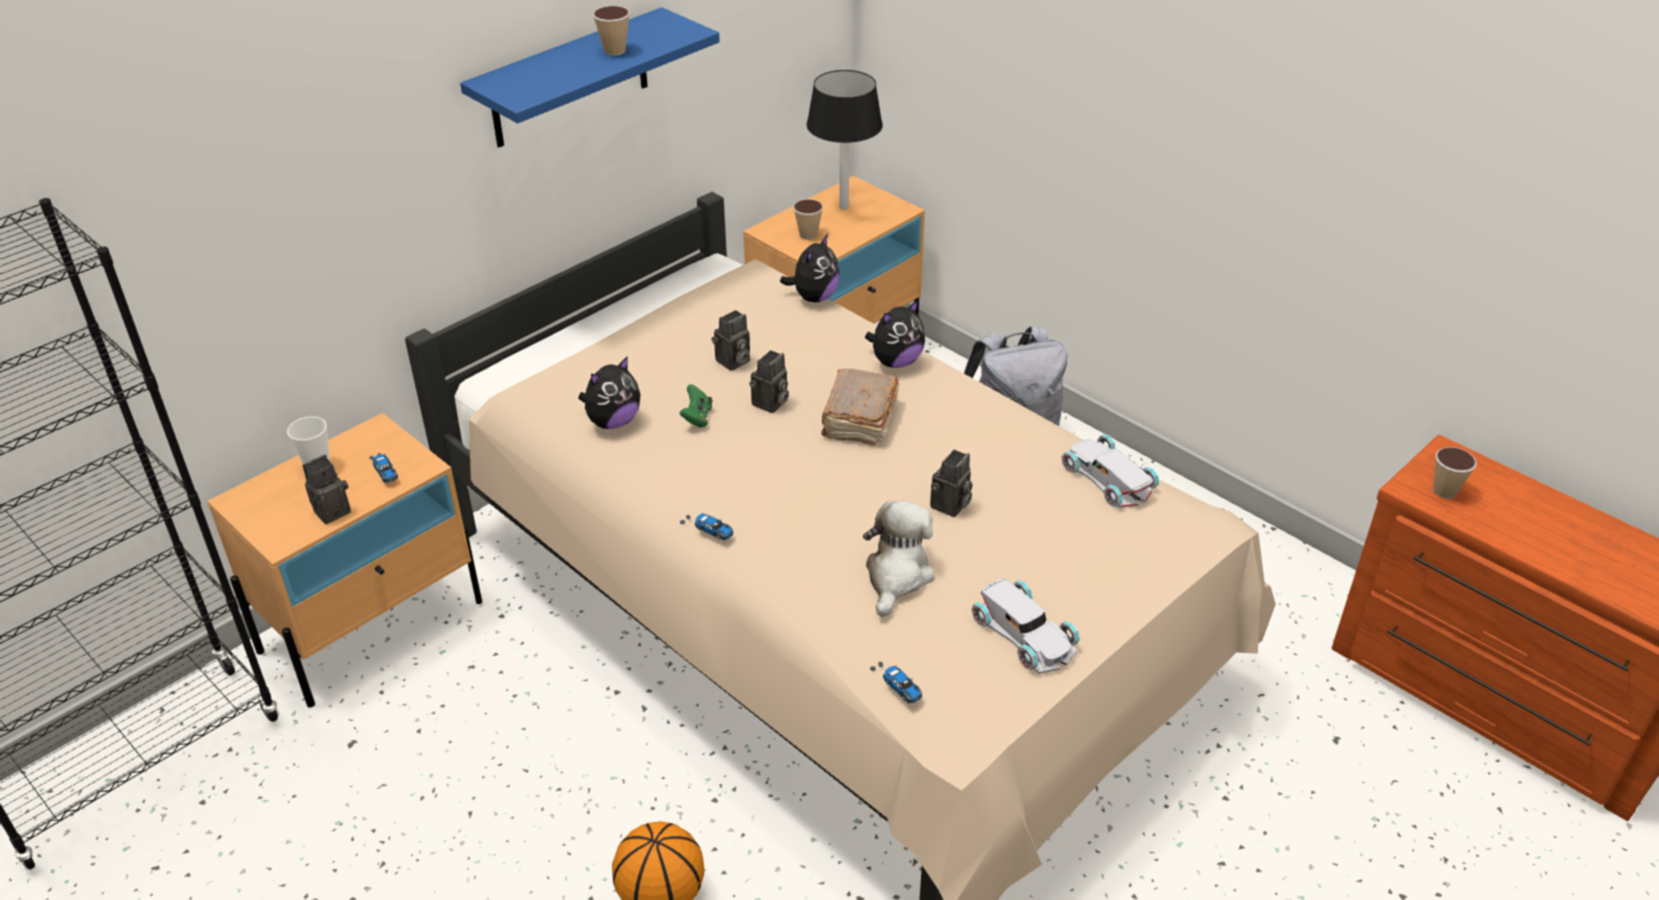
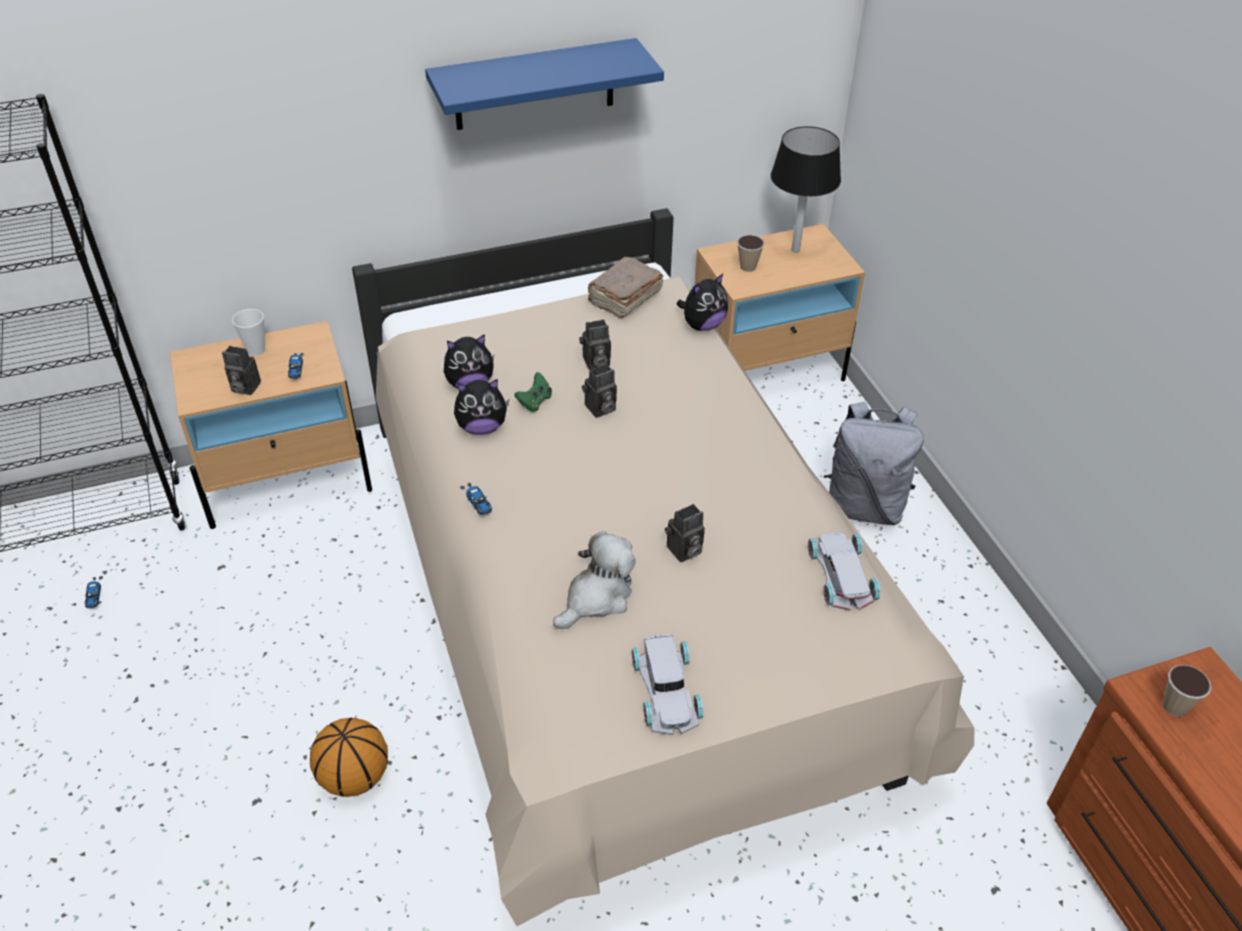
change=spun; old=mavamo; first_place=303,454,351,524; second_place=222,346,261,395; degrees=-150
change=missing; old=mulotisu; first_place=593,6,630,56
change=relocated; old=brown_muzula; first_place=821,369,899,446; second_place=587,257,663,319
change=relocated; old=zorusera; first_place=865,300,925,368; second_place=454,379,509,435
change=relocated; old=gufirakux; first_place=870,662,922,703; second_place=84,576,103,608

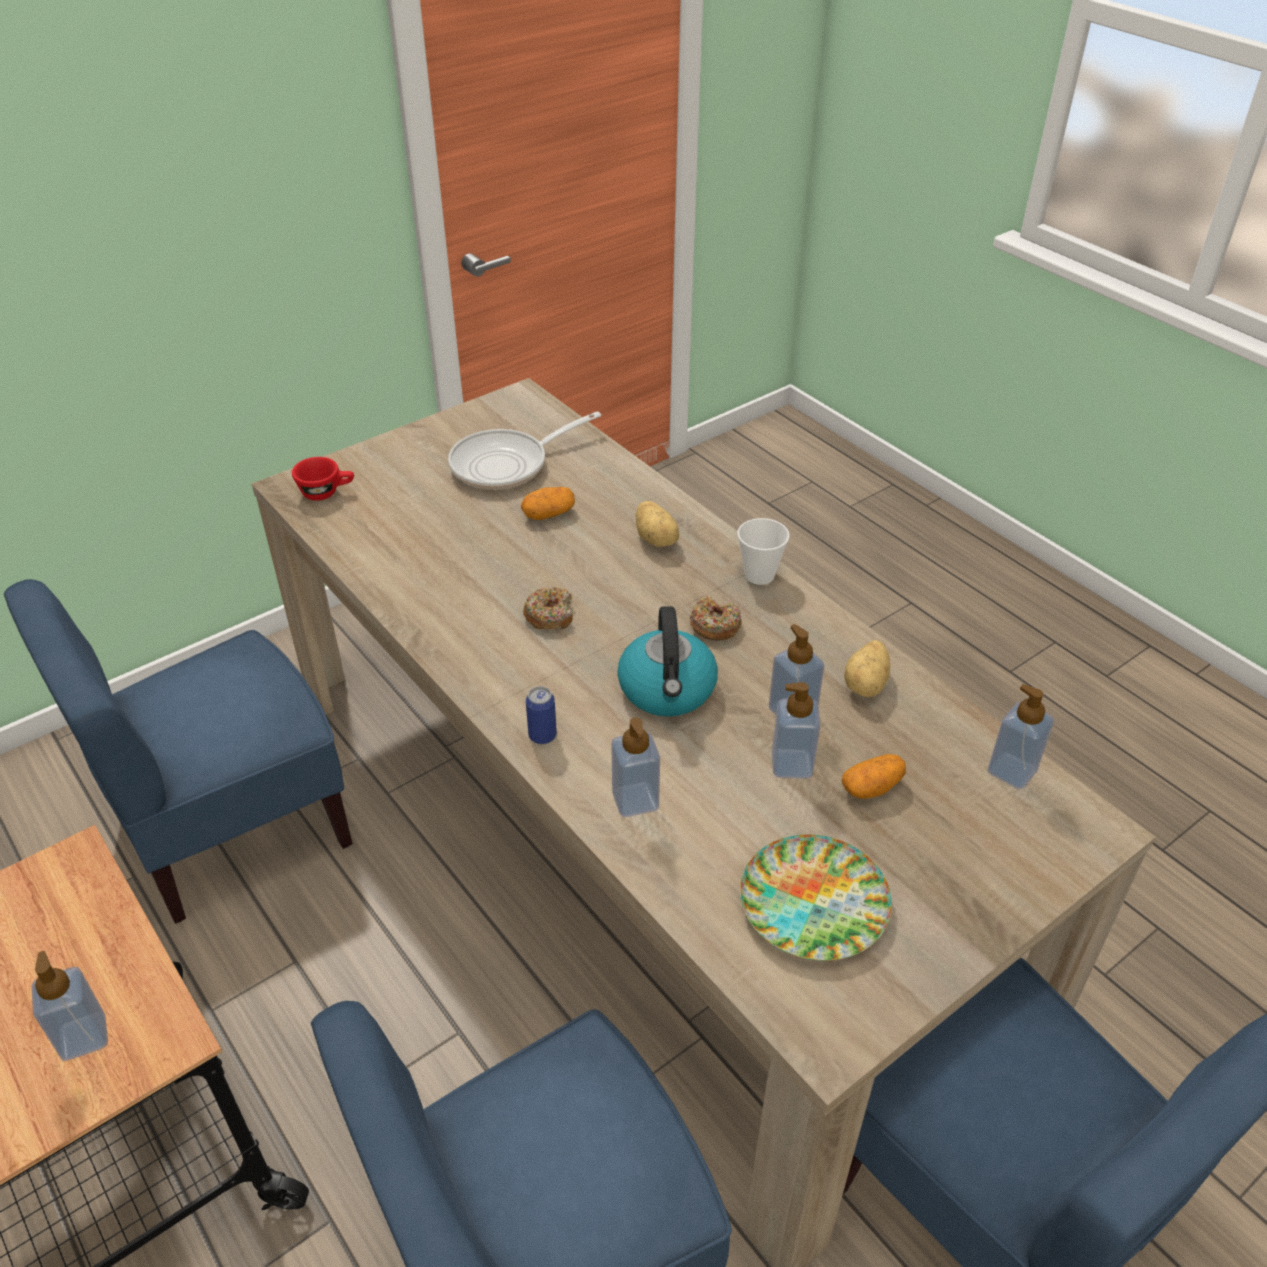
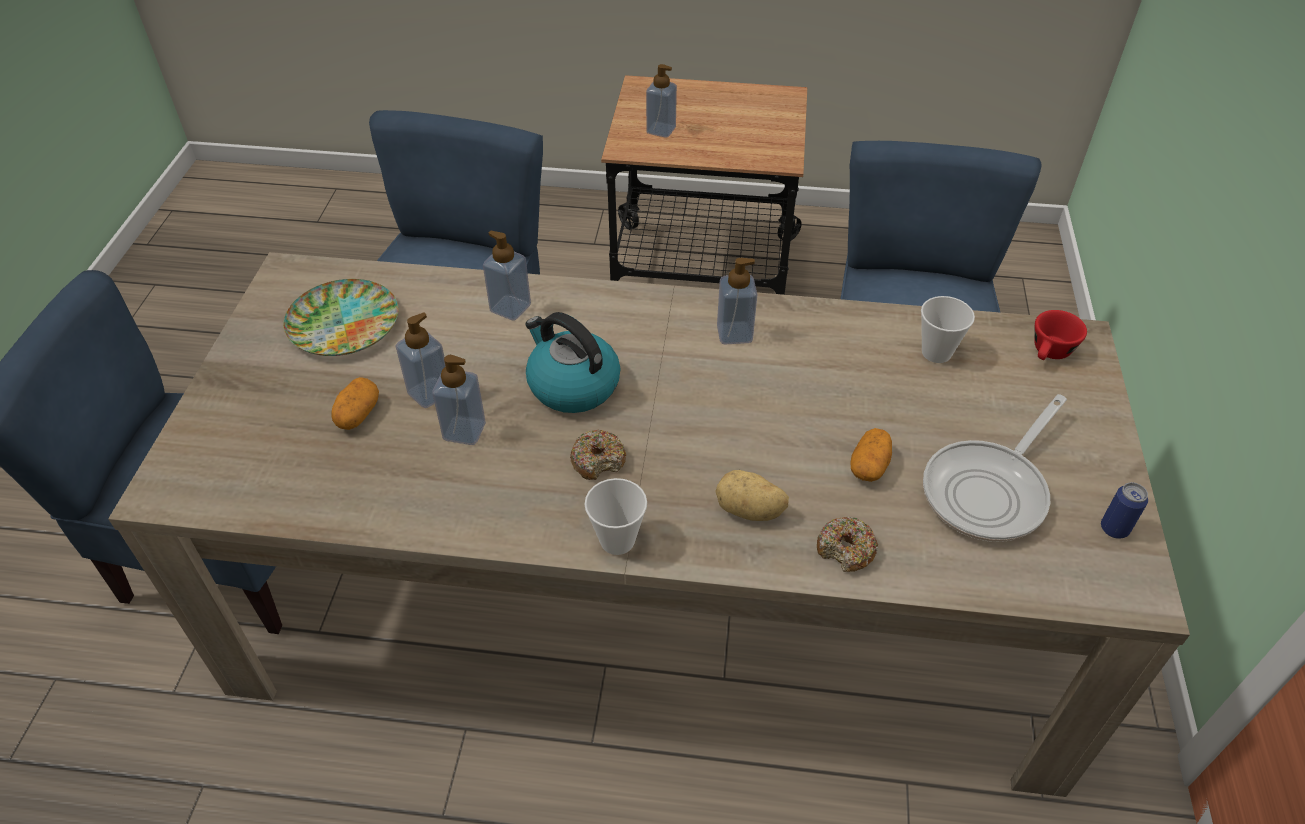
change=spun; old=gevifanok; first_place=448,412,601,490; second_place=923,394,1067,542; degrees=-150
change=relocated; old=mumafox; first_place=523,587,573,630; second_place=817,516,878,572
change=relocated; old=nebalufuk; first_place=526,686,557,744; second_place=1101,482,1148,539
change=missing; old=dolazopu; first_place=844,640,890,697
change=relocated; old=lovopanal; first_place=988,684,1054,789; second_place=717,258,757,344
change=appeared; new=mulotisu; second_place=921,296,975,363

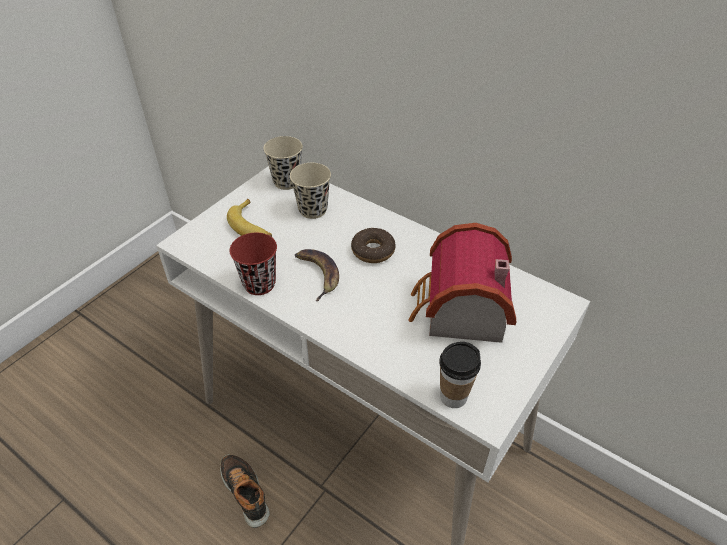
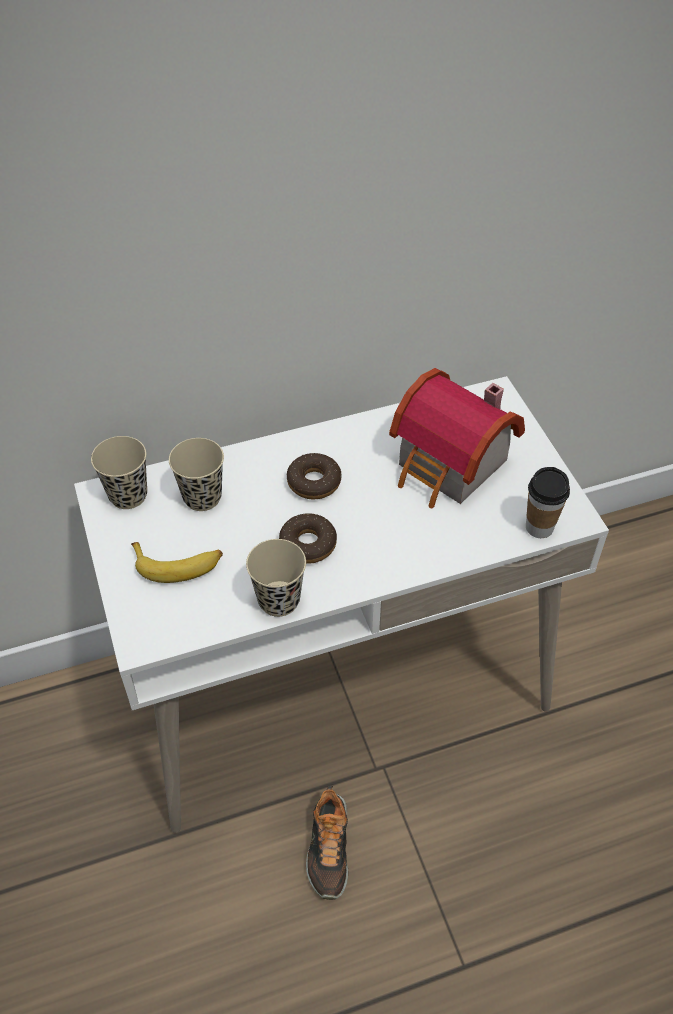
change=spun; old=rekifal; first_place=220,454,270,528; second_place=306,786,348,900; degrees=-90
change=colour; old=red_mulotisu; new=beige_mulotisu; first_place=230,233,277,295; second_place=246,539,306,617
change=exchanged; old=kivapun; new=mumafox; first_place=295,249,339,301; second_place=279,513,337,564

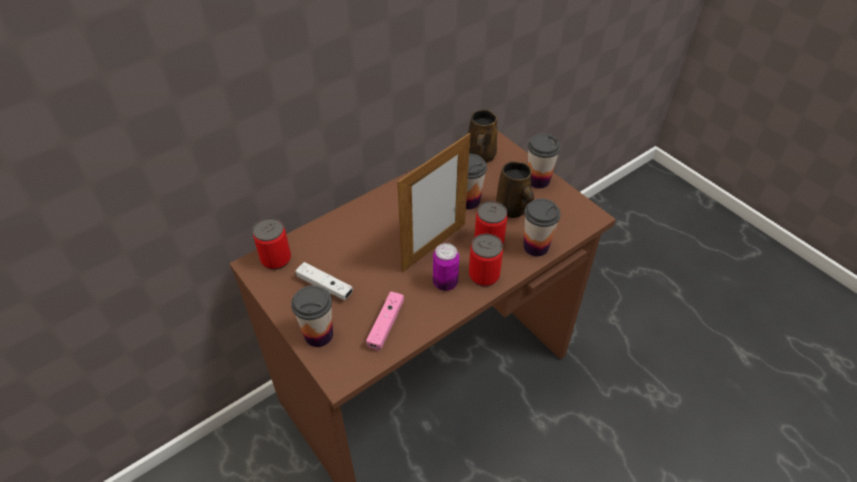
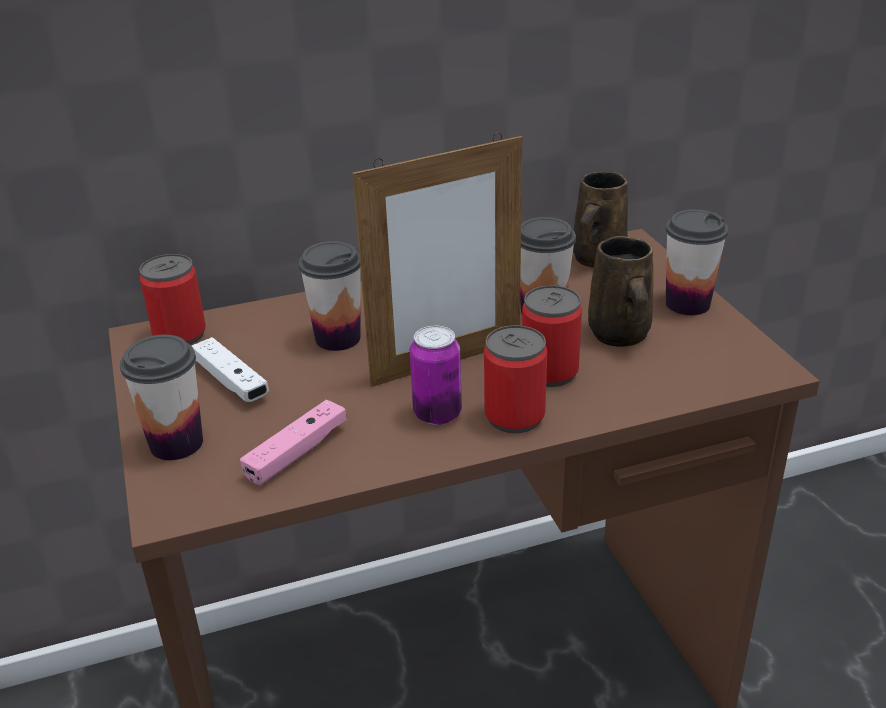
change=relocated; old=mulotisu; first_place=523,198,561,257; second_place=298,241,361,351

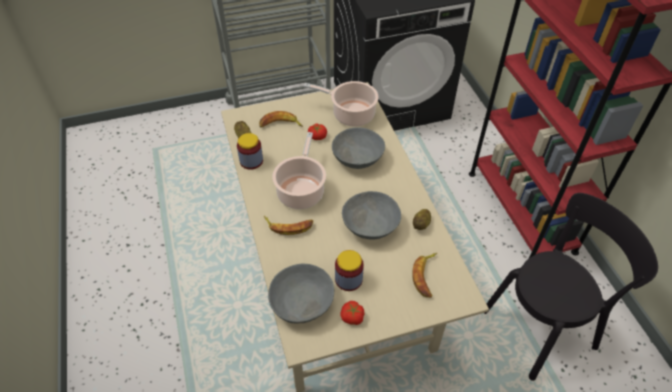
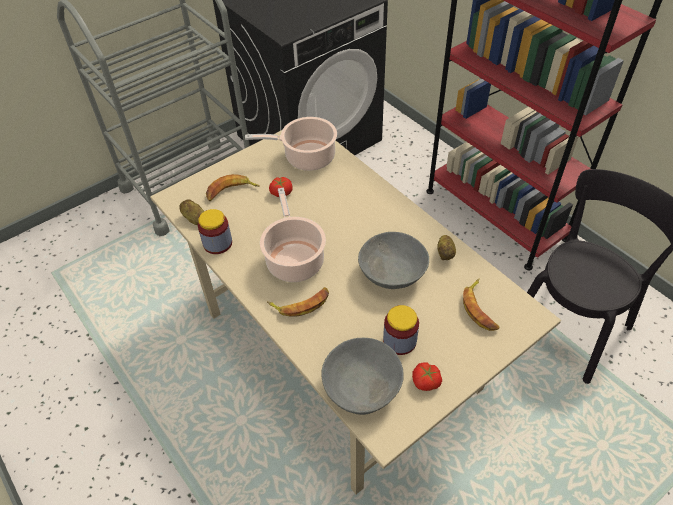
change=missing; old=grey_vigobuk; first_place=332,127,385,169

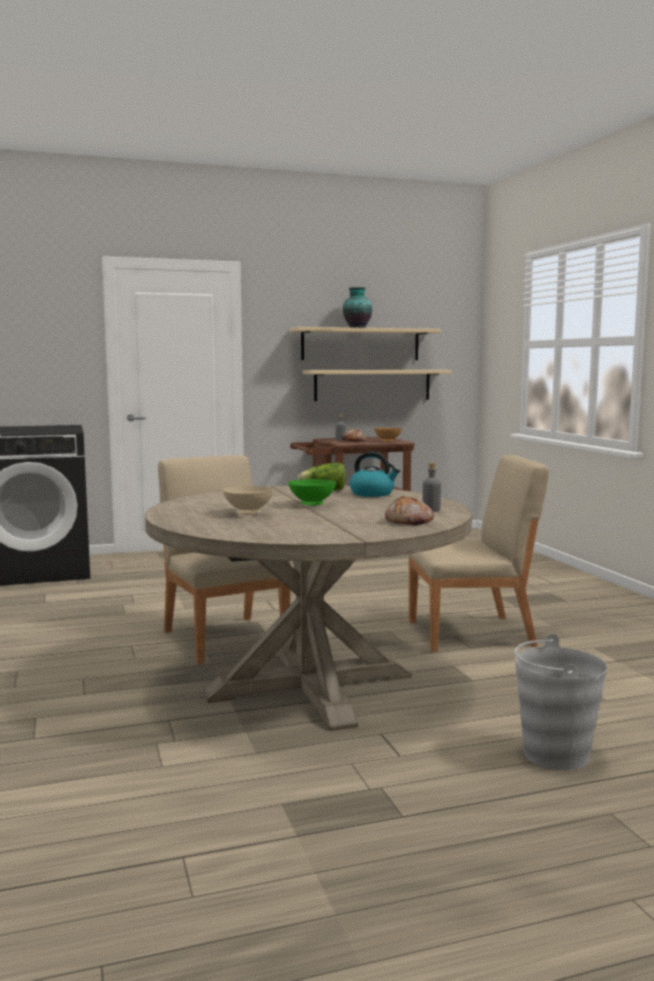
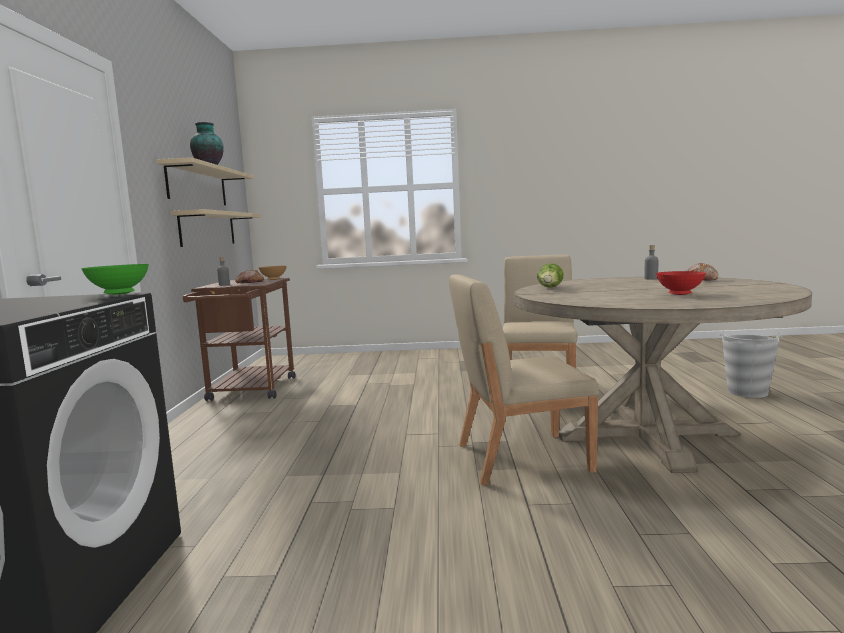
change=colour; old=beige_vigobuk; new=red_vigobuk; first_place=222,486,274,514; second_place=656,271,706,295
change=relocated; old=green_vigobuk; first_place=288,479,336,506; second_place=81,264,149,295
change=missing; old=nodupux; first_place=350,452,400,497

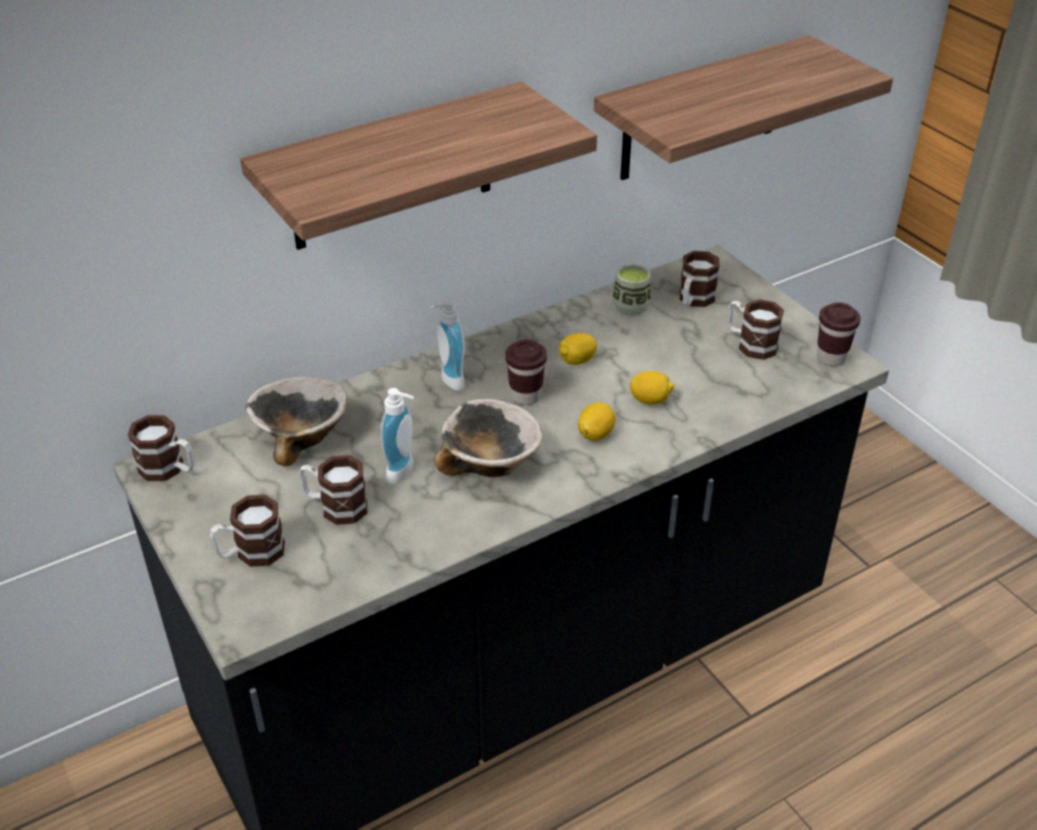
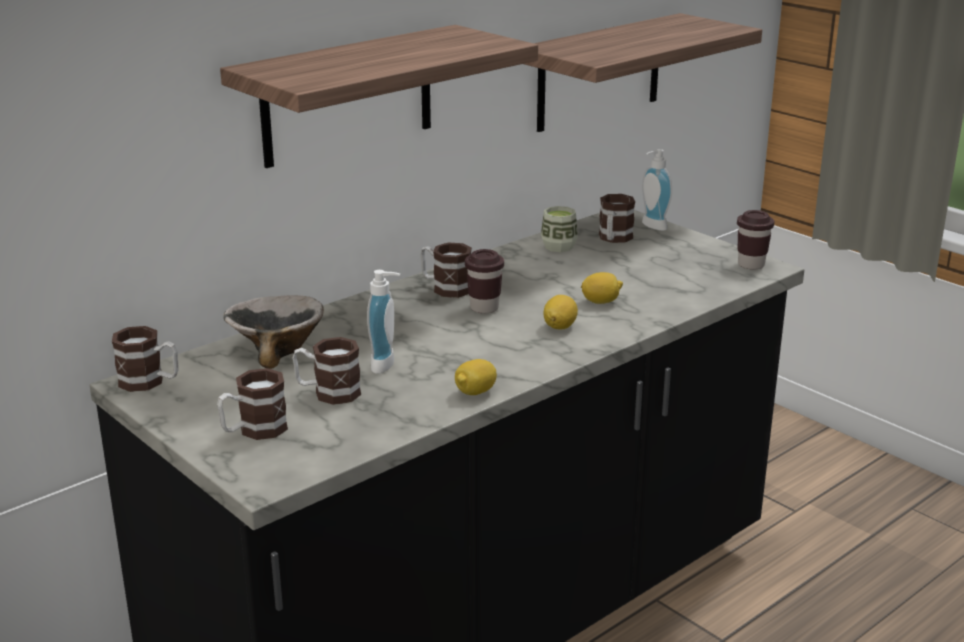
change=relocated; old=lovopanal; first_place=430,299,465,391; second_place=642,149,672,231
change=missing; old=vigobuk; first_place=435,399,543,477
change=relocated; old=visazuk; first_place=559,333,597,365; second_place=455,359,497,395
change=relocated; old=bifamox; first_place=728,299,784,360; second_place=420,243,472,298

